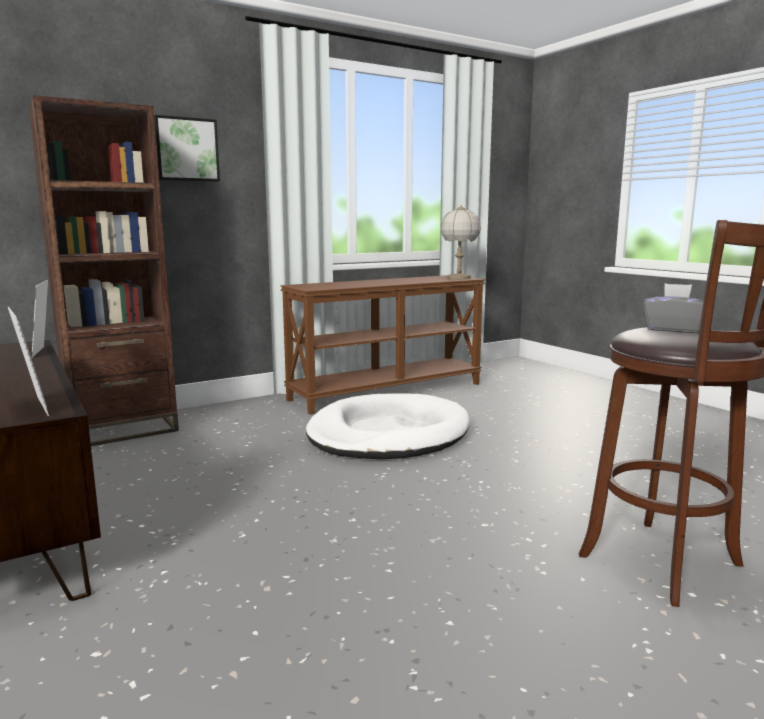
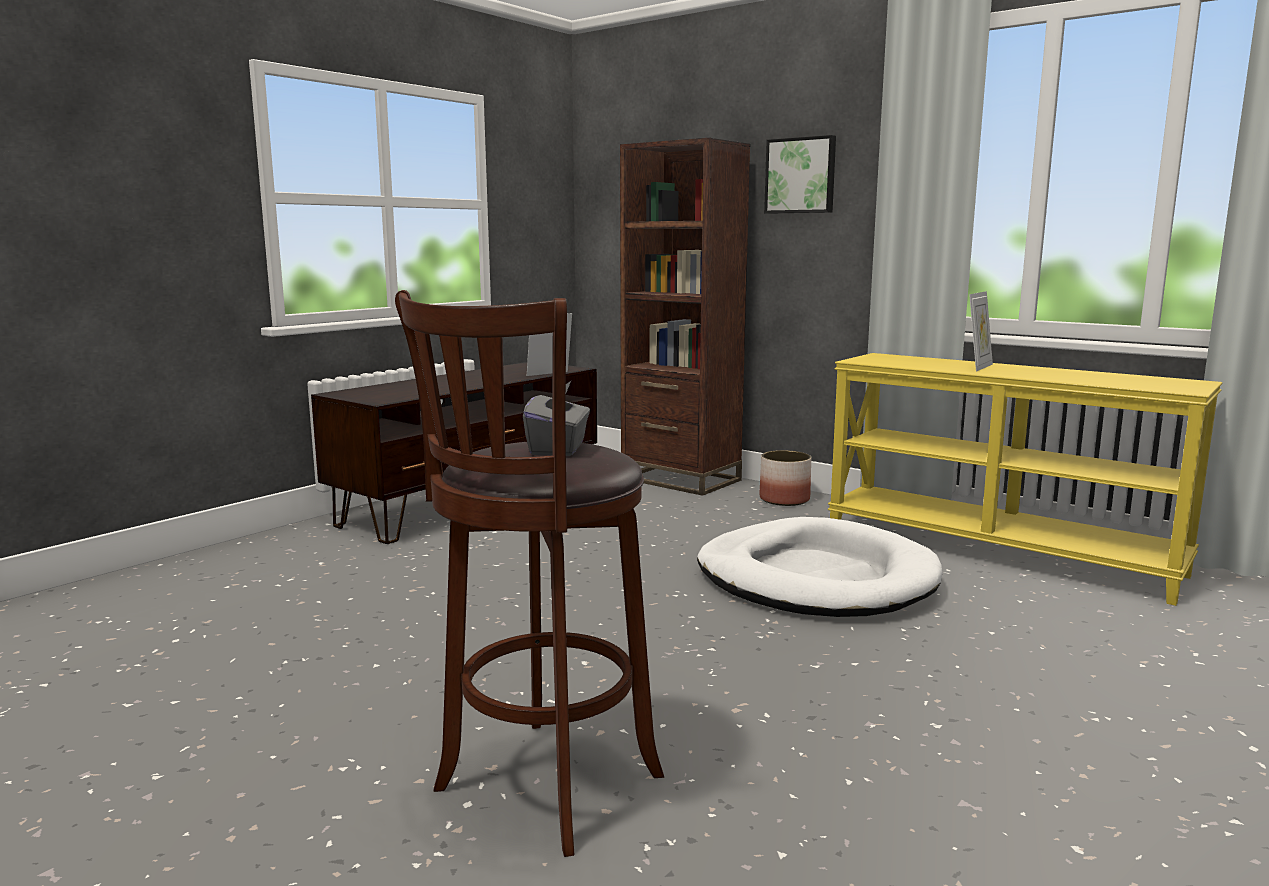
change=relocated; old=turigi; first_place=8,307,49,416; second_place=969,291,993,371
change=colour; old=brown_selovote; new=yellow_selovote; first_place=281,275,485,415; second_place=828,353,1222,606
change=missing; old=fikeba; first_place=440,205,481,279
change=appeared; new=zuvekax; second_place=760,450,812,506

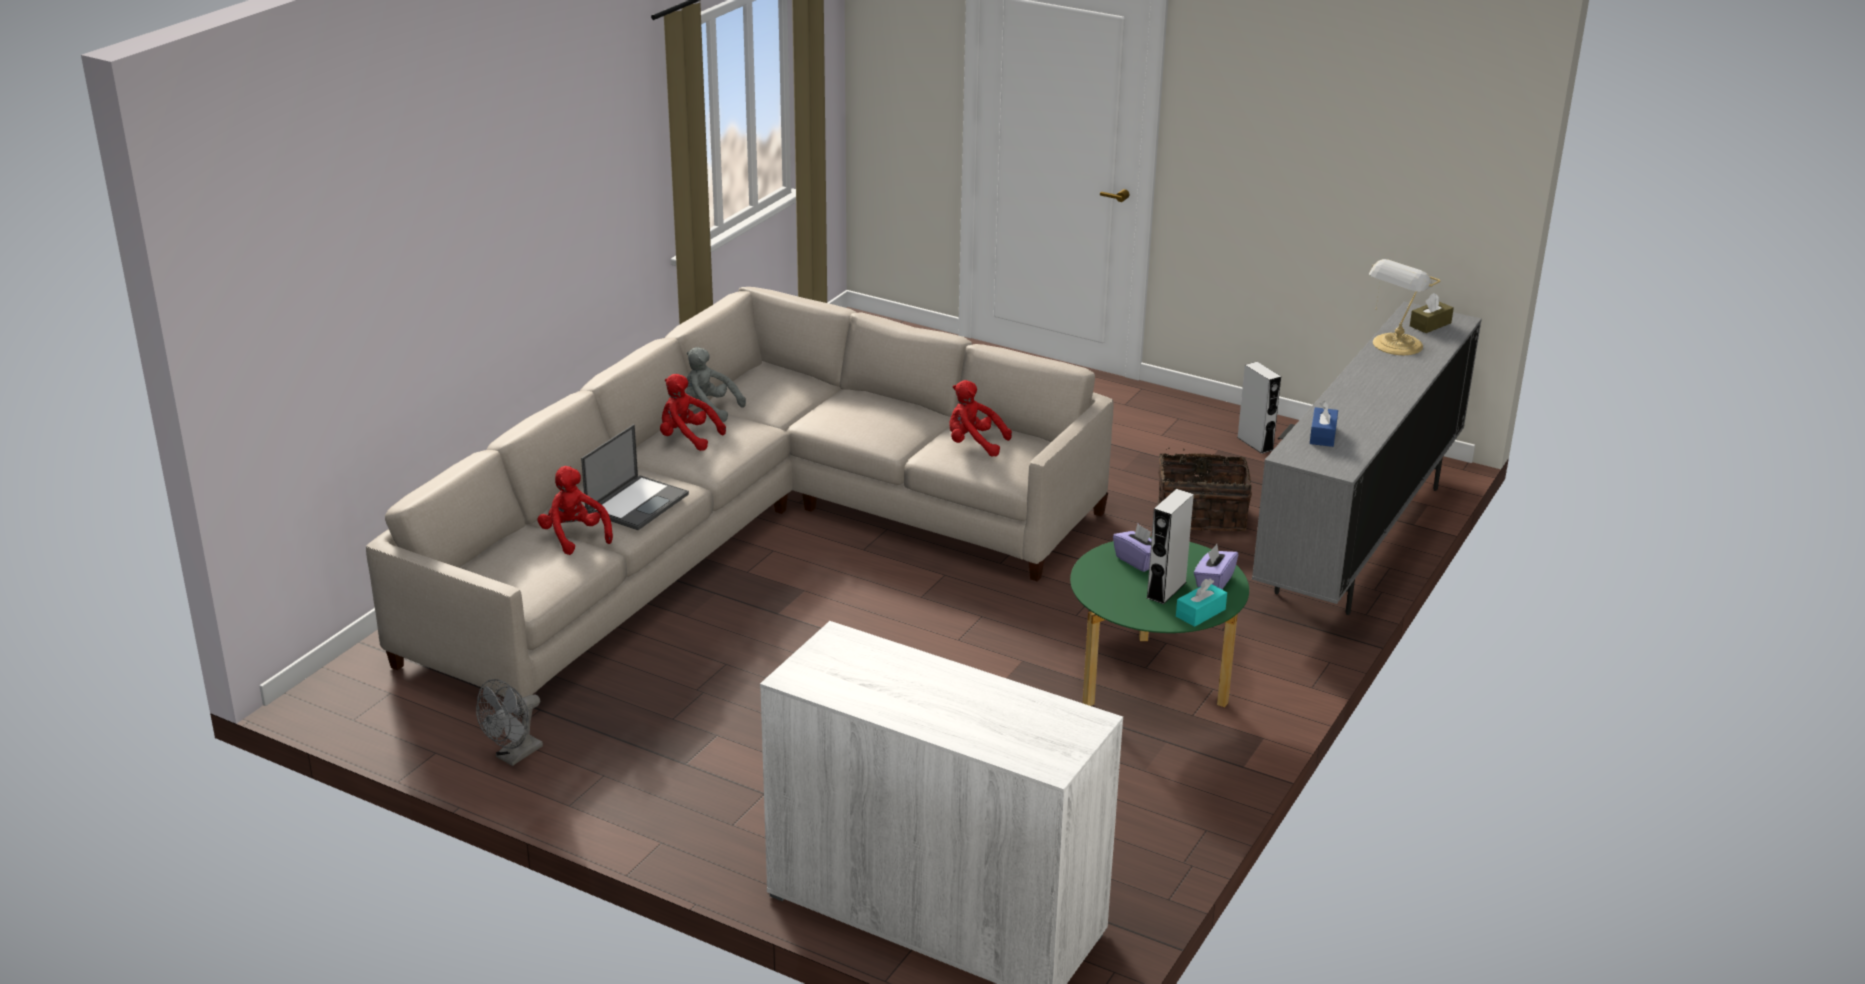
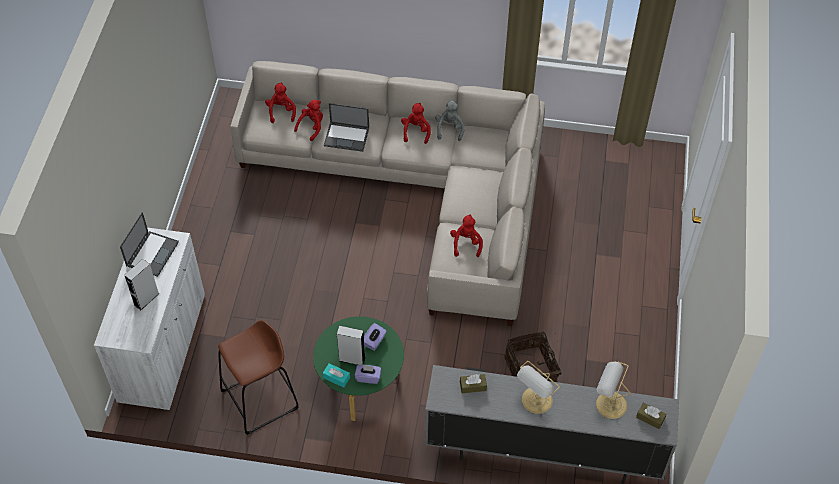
change=missing; old=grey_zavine; first_place=476,679,543,766
change=relocated; old=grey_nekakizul; first_place=1237,362,1281,454; second_place=124,259,159,310
change=colour; old=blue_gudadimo; new=brown_gudadimo; first_place=1310,401,1338,447; second_place=460,374,487,393
change=appeared; new=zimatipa; second_place=120,212,179,277
change=appeared; new=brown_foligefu; second_place=218,320,298,435
change=appeared; new=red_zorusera; second_place=265,83,296,123
change=appeared; new=fikeba; second_place=517,361,560,414

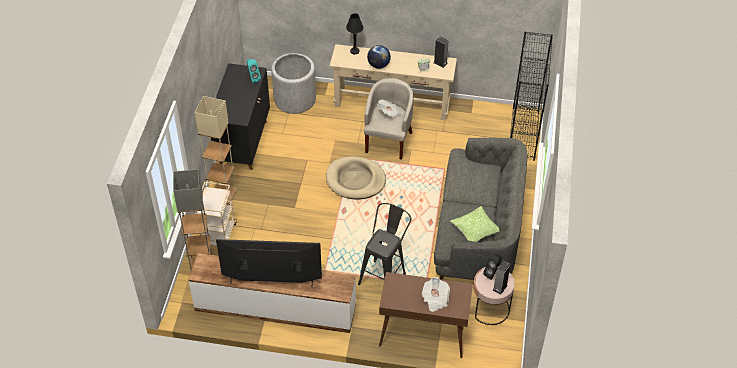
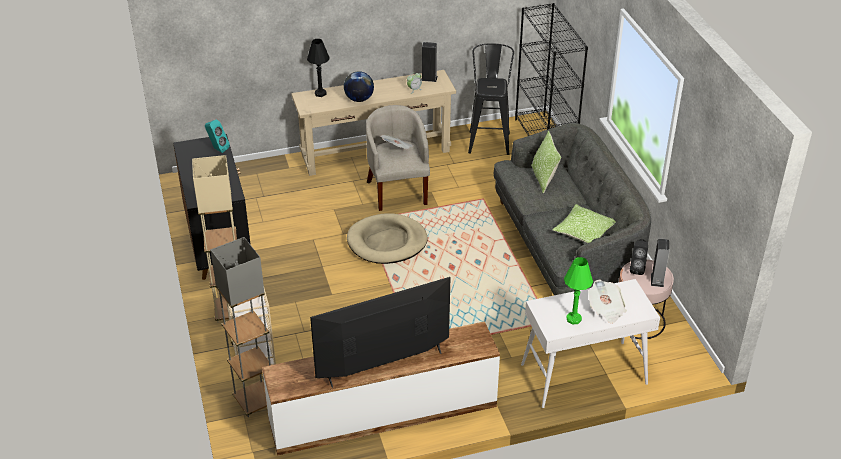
change=missing; old=grey_zuvekax; first_place=271,53,316,114
change=relocated; old=black_foligefu; first_place=358,203,412,285; second_place=468,43,514,155
change=colour; old=brown_selovote; new=white_selovote; first_place=379,272,473,358; second_place=521,279,660,408
change=appeared; new=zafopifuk; second_place=531,131,561,194
change=appeared; new=green_fikeba; second_place=564,257,593,324

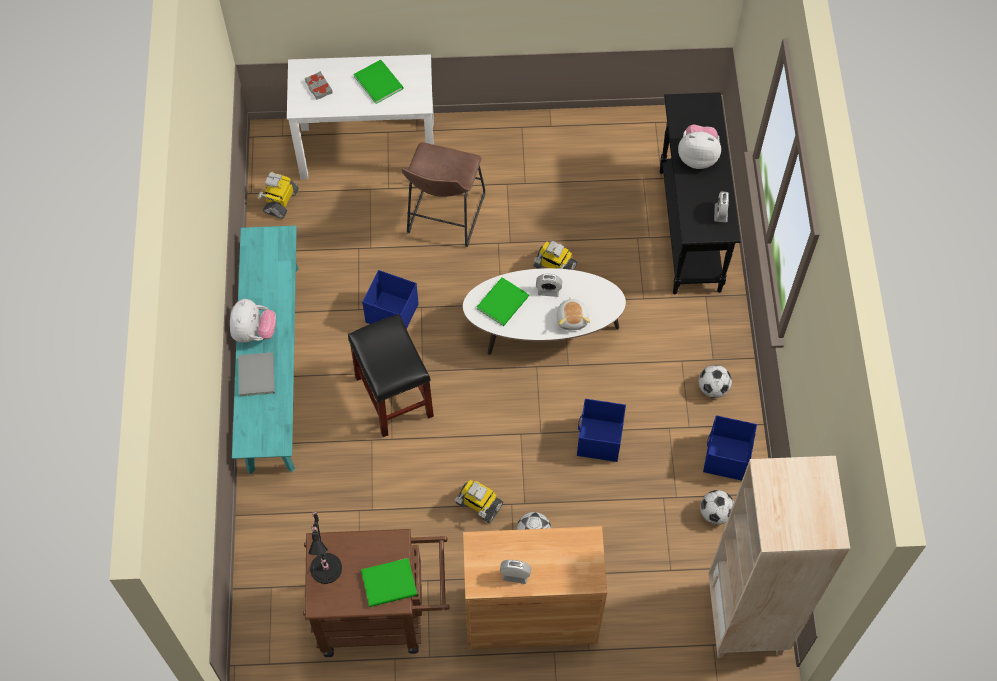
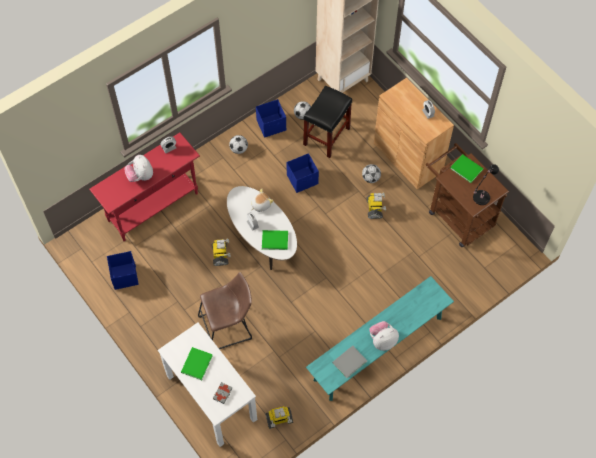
change=relocated; old=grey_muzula; first_place=238,352,275,396; second_place=332,346,367,378
change=relocated; old=black_foligefu; first_place=348,314,434,437; second_place=303,85,352,158
change=relocated; old=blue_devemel; first_place=362,270,418,329; second_place=107,251,139,290
change=colour; old=black_selovote; new=red_selovote; first_place=660,92,741,294; second_place=89,133,200,241

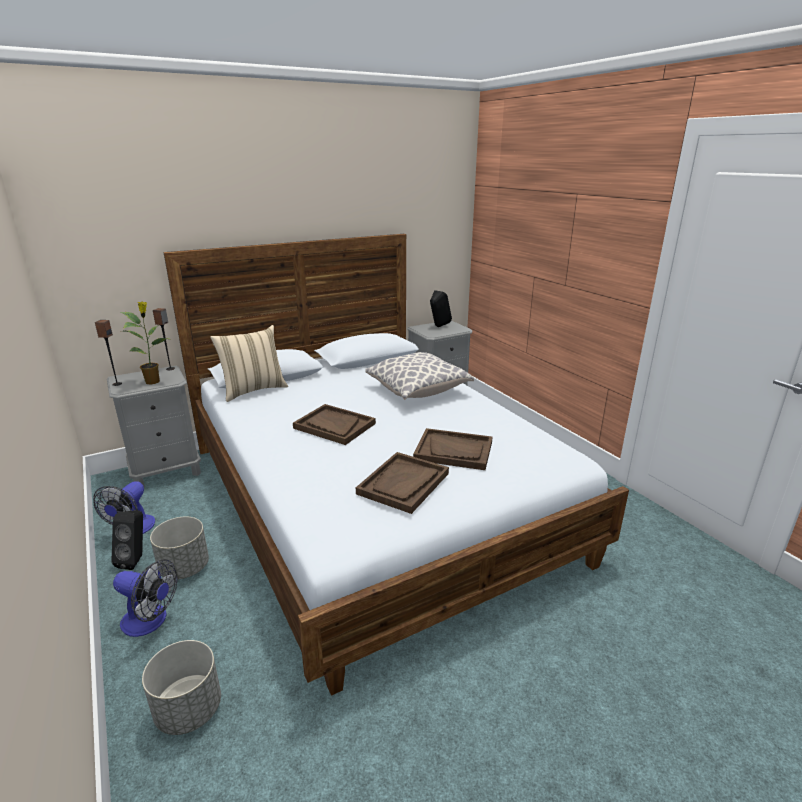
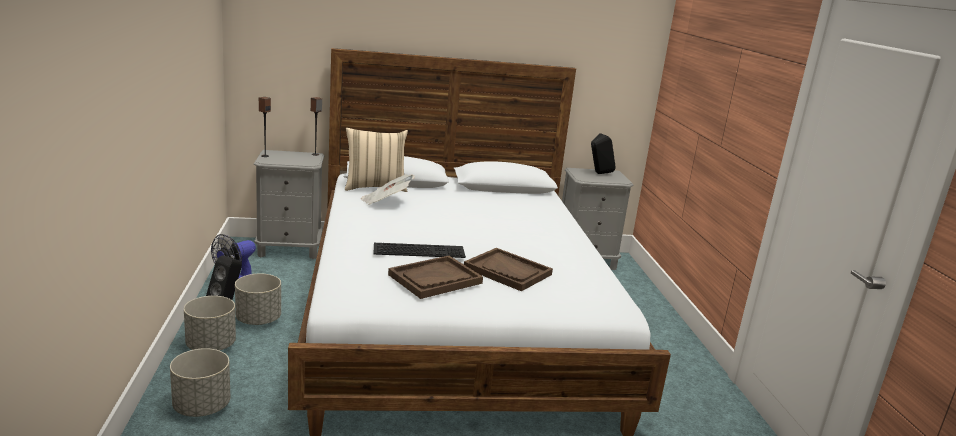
change=exchanged; old=zavine; new=grey_zuvekax; first_place=113,559,178,637; second_place=184,296,236,351
change=missing; old=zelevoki; first_place=120,301,170,385
change=missing; old=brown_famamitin; first_place=293,404,376,445
change=missing; old=zafopifuk; first_place=365,352,474,400
change=appeared; new=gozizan; second_place=361,174,415,205
change=appeared; new=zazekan; second_place=373,243,466,258

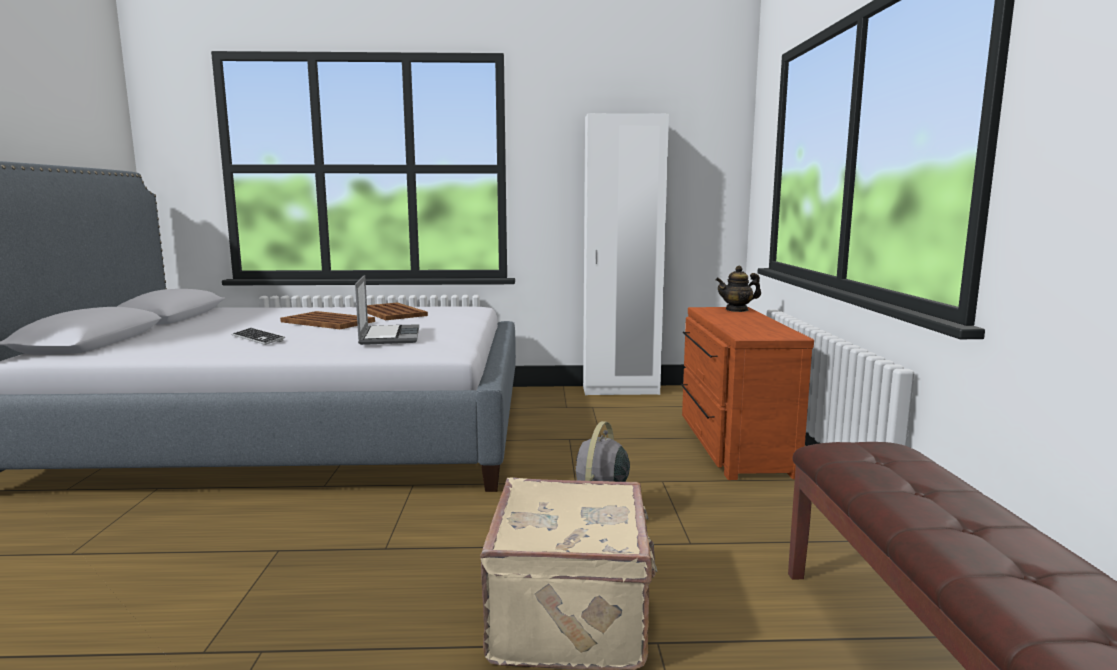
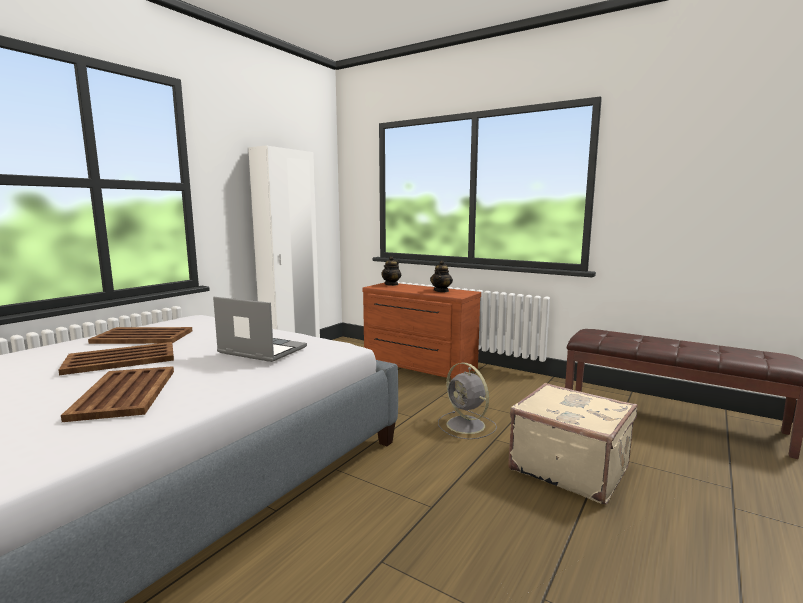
change=exchanged; old=zazekan; new=brown_famamitin; first_place=232,328,285,345; second_place=61,366,174,422
change=appeared; new=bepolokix; second_place=430,260,453,292

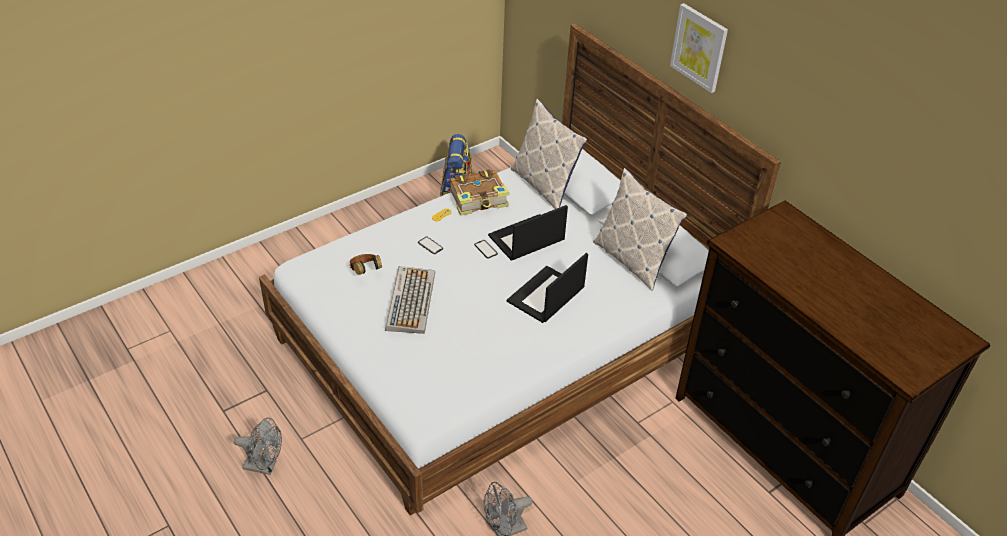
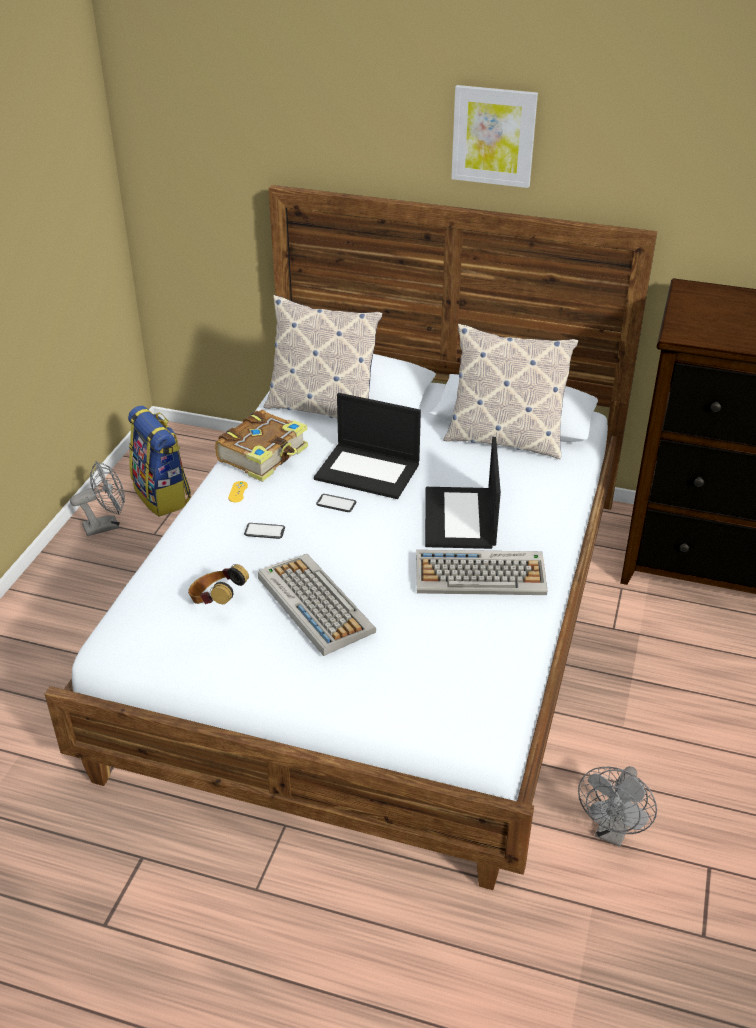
change=relocated; old=grey_zavine; first_place=234,417,282,475; second_place=70,461,125,536
change=spun; old=zimatipa; first_place=488,205,568,261; second_place=314,393,421,499; degrees=-90
change=appeared; new=zazekan; second_place=416,550,547,595

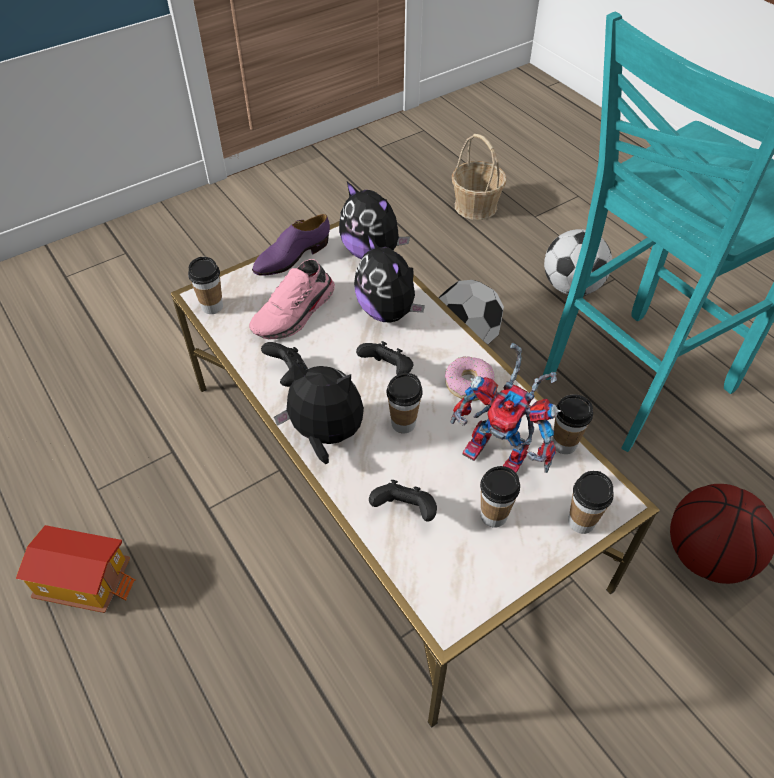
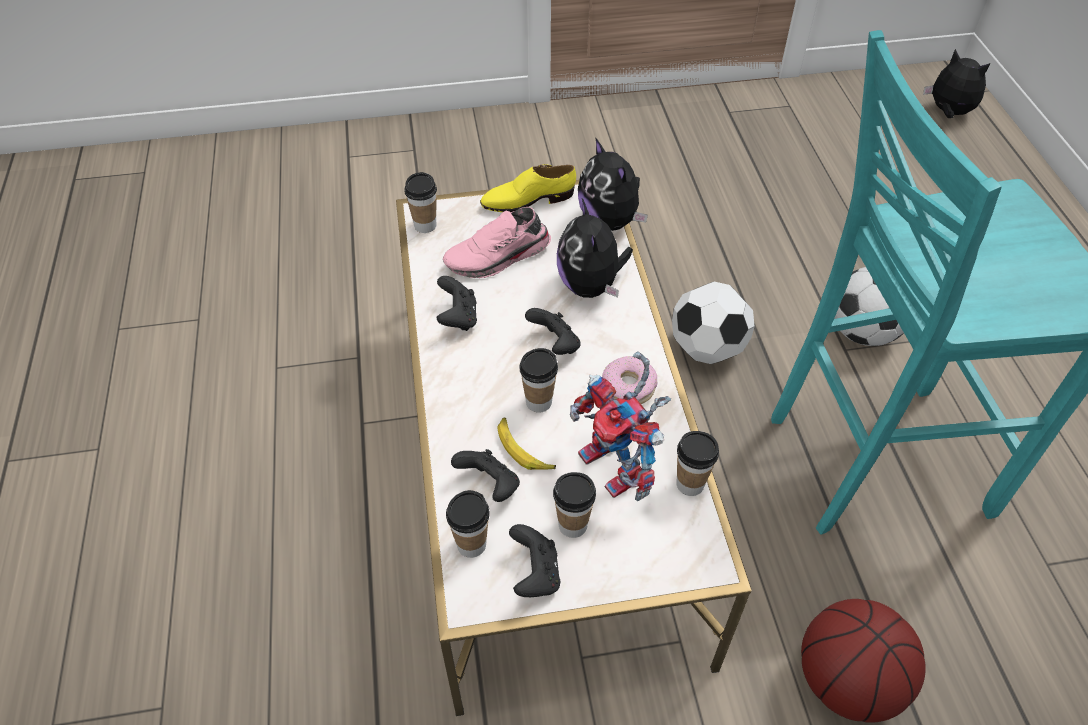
change=missing; old=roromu; first_place=16,525,135,613
change=colour; old=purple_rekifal; new=yellow_rekifal; first_place=252,214,330,276; second_place=480,164,576,212
change=relocated; old=zorusera; first_place=274,360,364,464; second_place=923,49,990,118
change=missing; old=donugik; first_place=452,134,506,220
change=relocated; old=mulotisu; first_place=568,471,614,534; second_place=446,490,490,558
change=appeared; new=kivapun; second_place=497,418,556,470
change=appeared; new=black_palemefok; second_place=509,524,560,597

